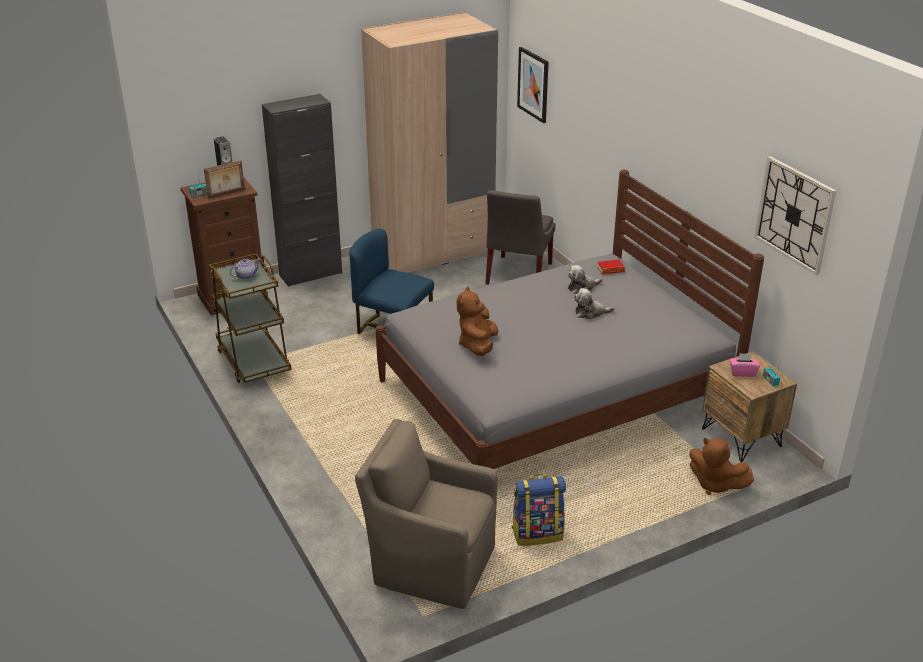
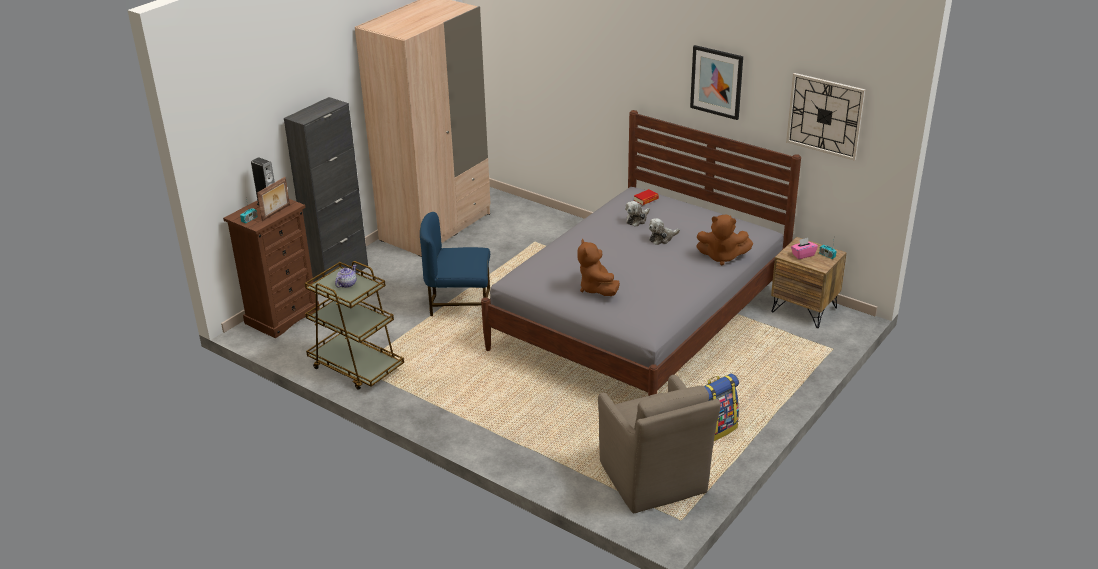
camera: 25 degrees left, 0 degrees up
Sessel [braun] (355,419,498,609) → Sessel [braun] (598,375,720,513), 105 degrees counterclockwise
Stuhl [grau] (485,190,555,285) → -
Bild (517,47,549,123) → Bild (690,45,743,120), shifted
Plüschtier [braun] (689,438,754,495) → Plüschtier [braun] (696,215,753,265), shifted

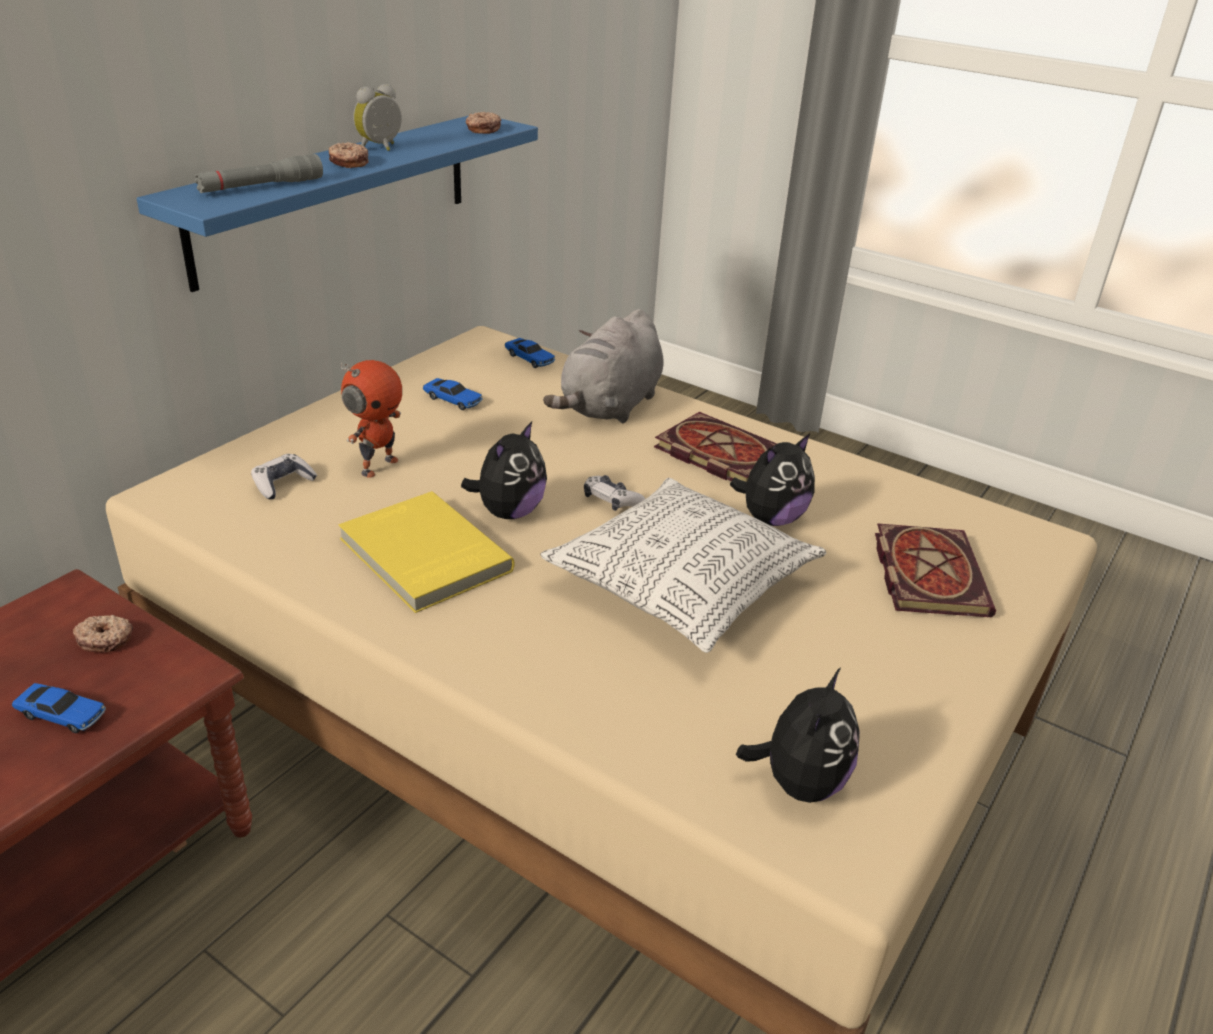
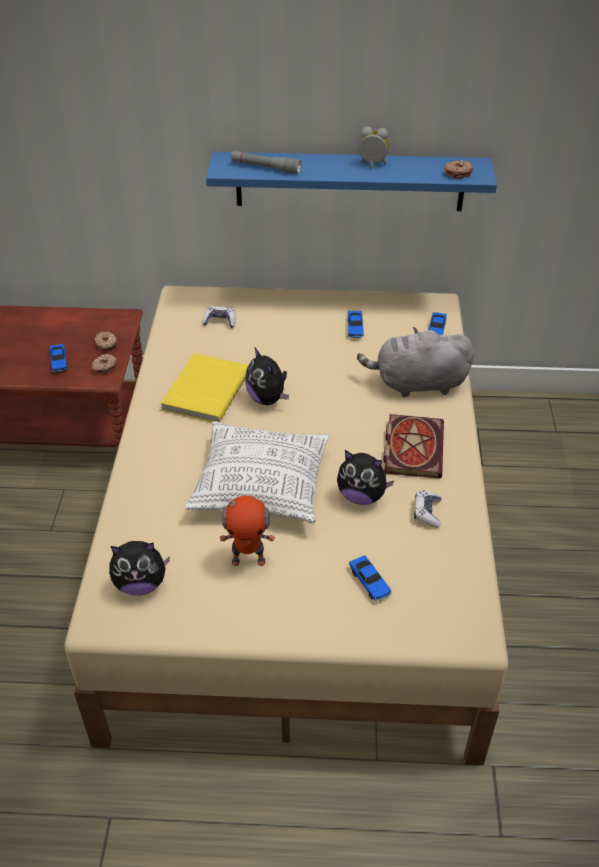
camera: 60 degrees right, 10 degrees up
Donut (329,142,369,168) → Donut (91,354,117,375), shifted
Spielzeugroboter (341,360,402,478) → Spielzeugroboter (220,494,275,566), shifted
Plüschtier (461,421,547,519) → Plüschtier (245,348,289,405), 60 degrees clockwise
Gamepad (584,475,645,511) → Gamepad (414,490,441,528), shifted
Buch (875,523,996,617) → Spielzeugauto (349,555,392,601)

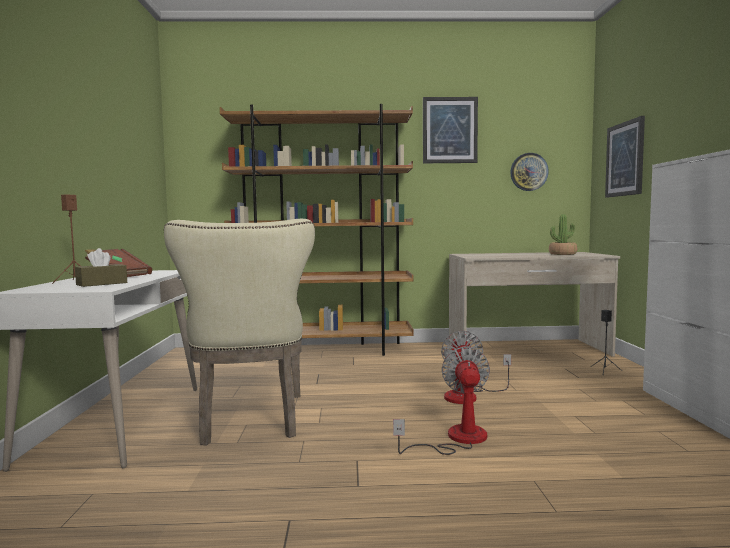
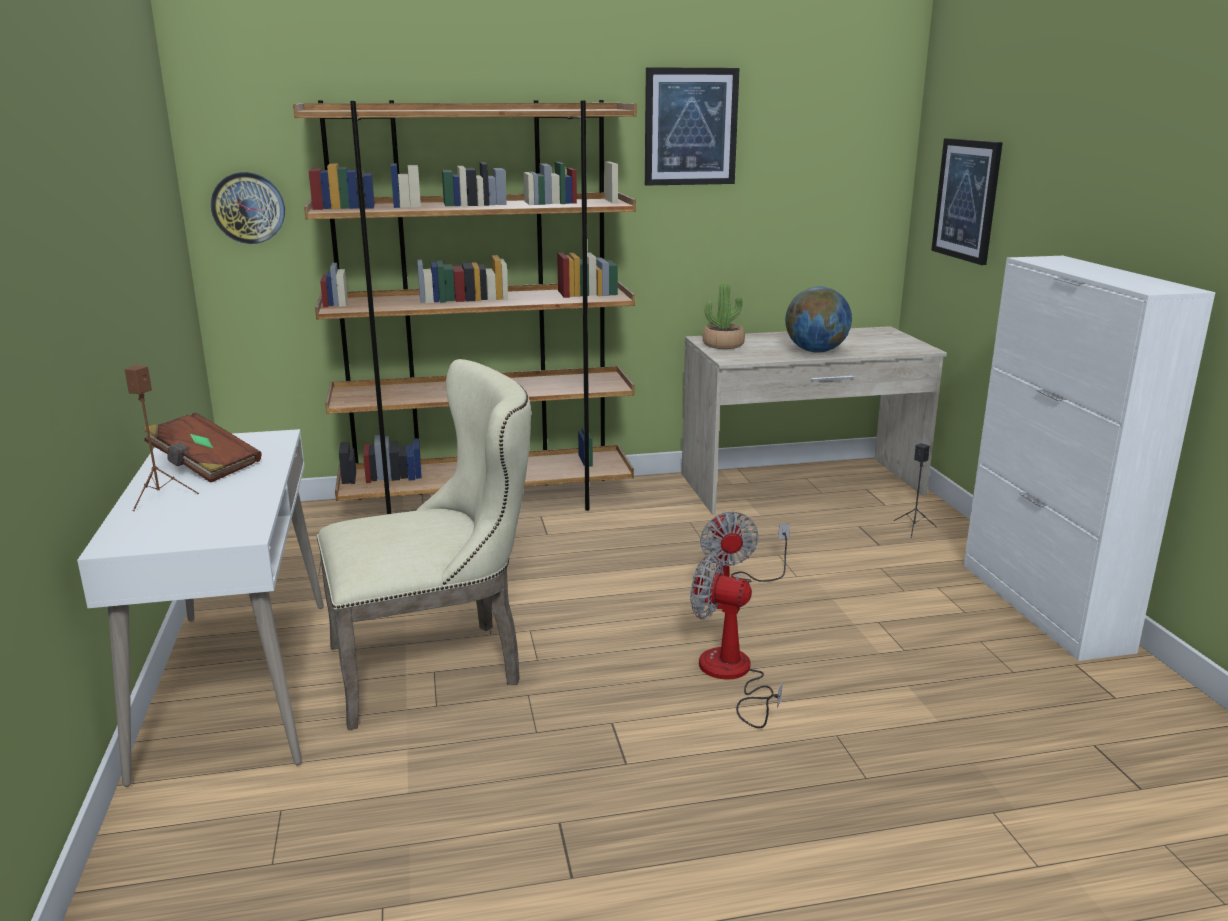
camera: 10 degrees left, 15 degrees up
Taschentuchbox [braun] (75,248,127,287) → -
Stuhl [beige] (164,219,315,446) → Stuhl [beige] (317,359,531,730), 90 degrees counterclockwise
Ventilator (393,347,490,455) → Ventilator (690,555,783,728), 60 degrees counterclockwise
Wanduhr (510,153,549,191) → Wanduhr (211,172,285,244), shifted
Topfpflanze (549,214,577,255) → Topfpflanze (703,282,745,349), shifted
- → Globus (785,286,852,353)

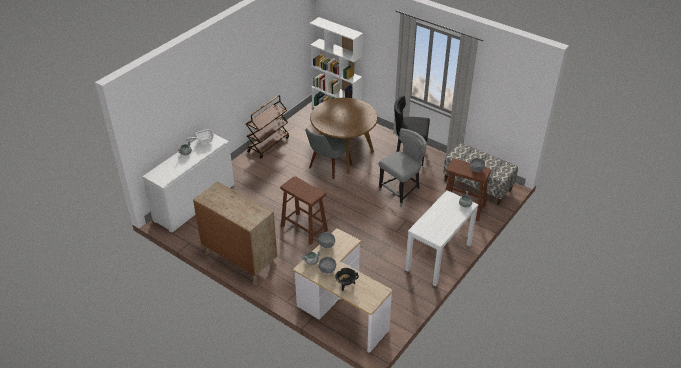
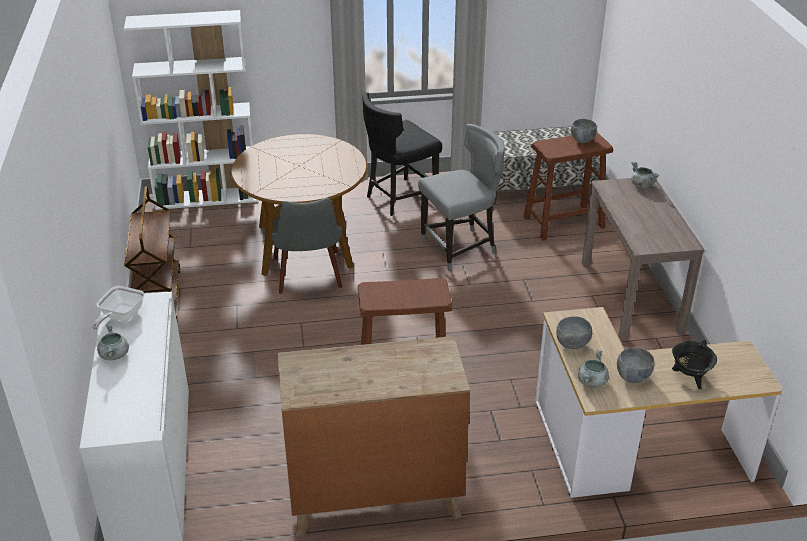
camera: 45 degrees left, 5 degrees down
Stuhl [grau] (379,129,427,207) → Stuhl [grau] (418,124,505,271), 60 degrees clockwise
Konsolentisch [weiß] (405,190,479,286) → Konsolentisch [braun] (582,178,705,341)

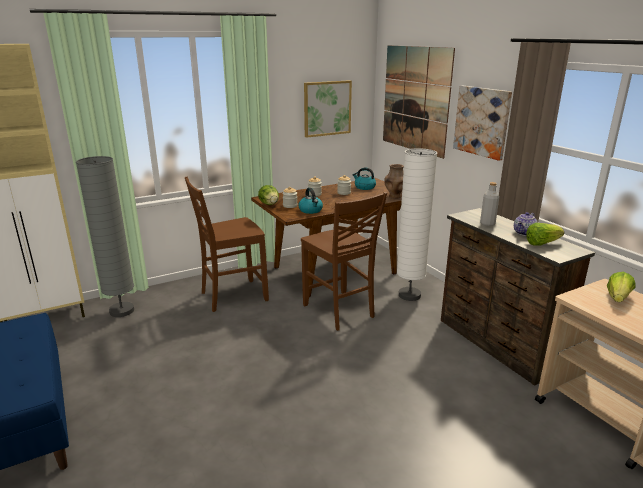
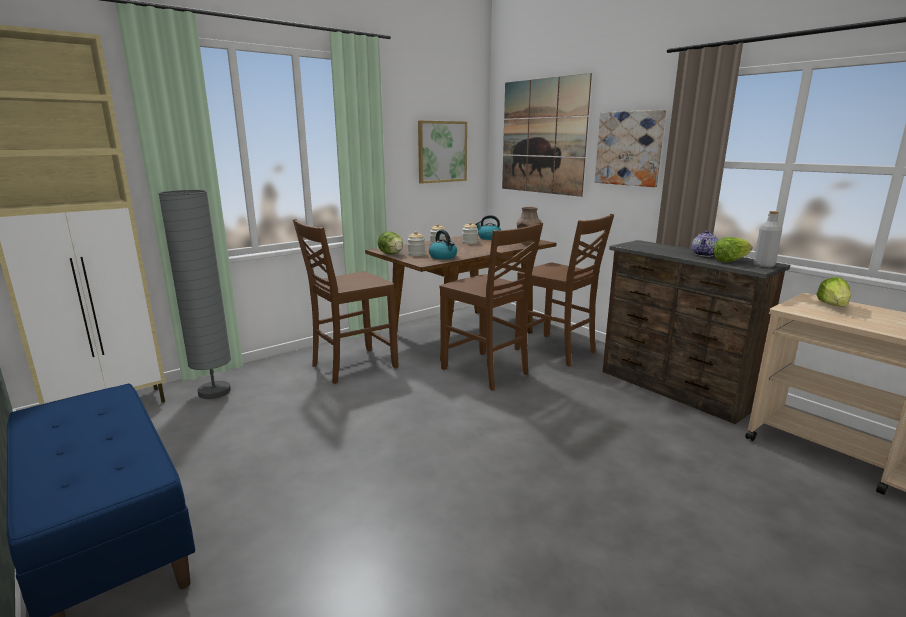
camera: 10 degrees left, 5 degrees down
Stehlampe [weiß] (397,148,437,301) → Stuhl [braun] (515,214,614,367)
Flasche [grau] (480,182,499,226) → Flasche [grau] (754,211,782,267), shifted

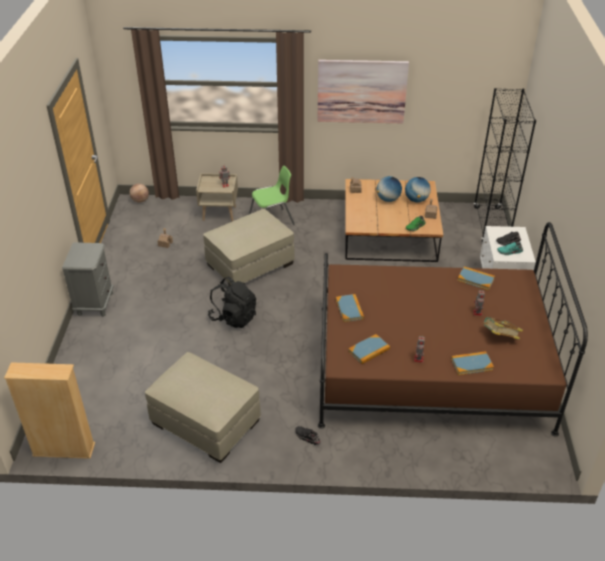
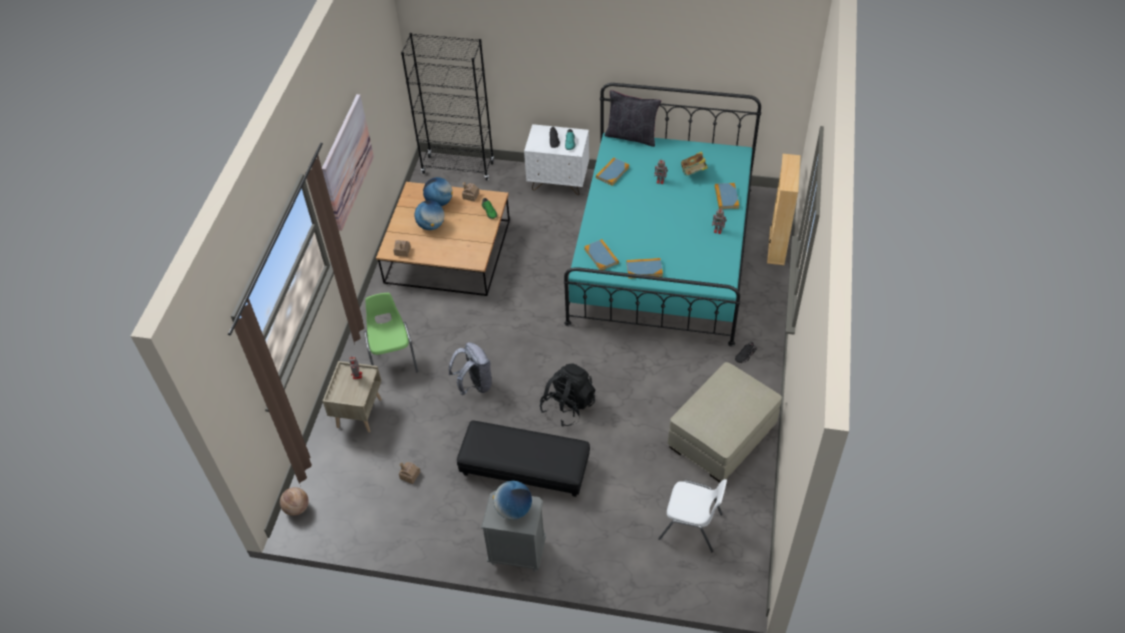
camera: 80 degrees left, 10 degrees up
Bücherregal [beige] (4,362,95,459) → Bücherregal [beige] (767,154,801,265), shifted
Polsterhocker [beige] (203,209,295,286) → Rucksack [grau] (449,342,492,396)
Bett [braun] (318,222,588,437) → Bett [türkis] (564,83,761,347)
Buch (348,334,390,364) → Buch (584,239,619,270), shifted
- → Polsterhocker [schwarz] (457,420,590,497)
- → Globus (493,481,532,520)
- → Kissen [schwarz] (604,90,661,147)
- → Stuhl [weiß] (658,479,727,552)

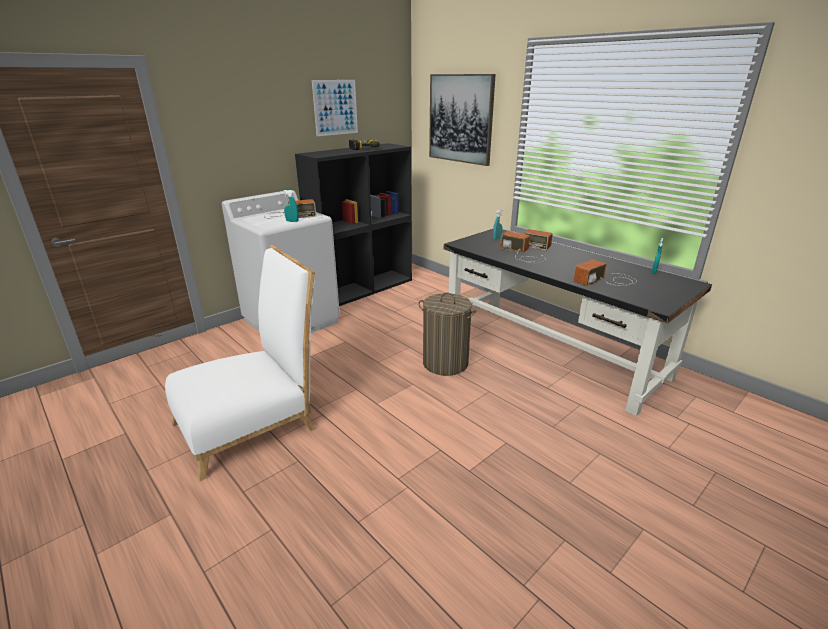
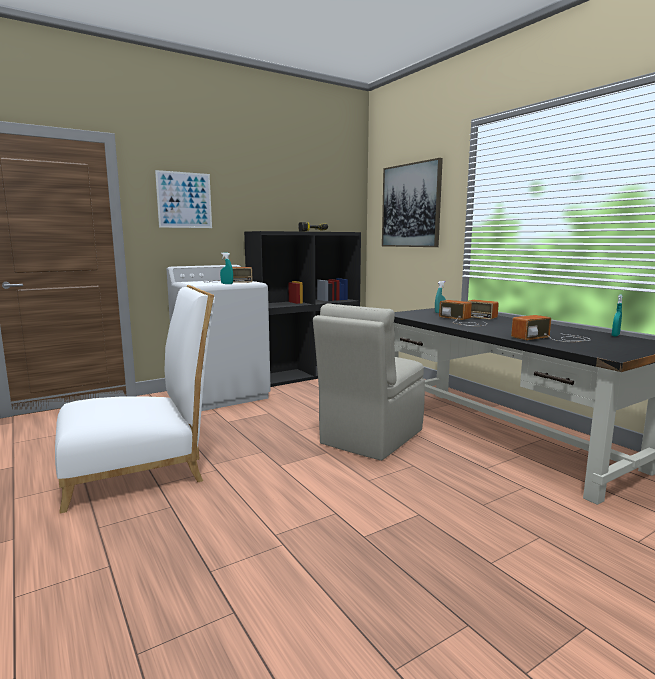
camera: 10 degrees right, 15 degrees down
Bild (312,80,358,136) → Bild (155,170,212,228), shifted
Wäschekorb (418,293,477,376) → Stuhl [beige] (313,303,425,461)

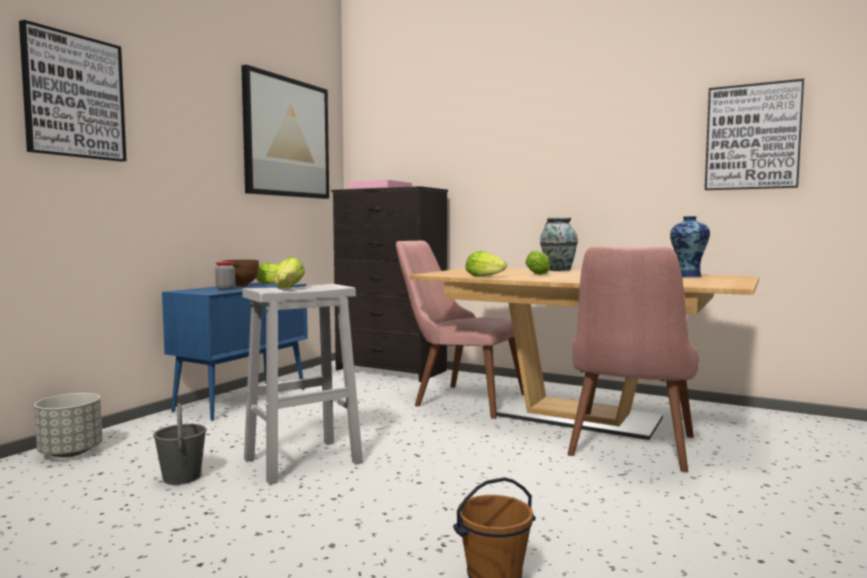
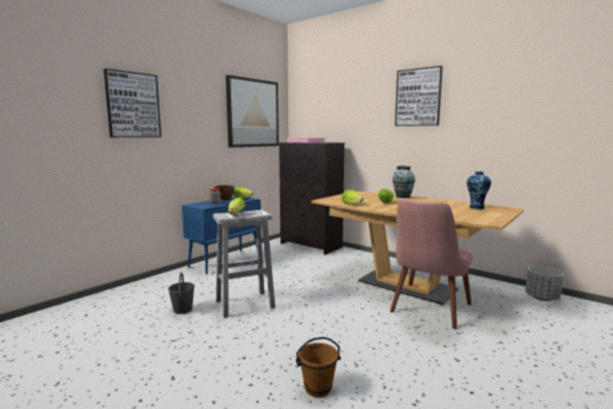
camera: 10 degrees right, 5 degrees up
Pflanzkübel [grau] (34,393,103,457) → Pflanzkübel [grau] (525,266,564,301), shifted
Stuhl [rosa] (396,241,524,419) → -
Bild (705,78,804,190) → Bild (395,66,443,126), shifted

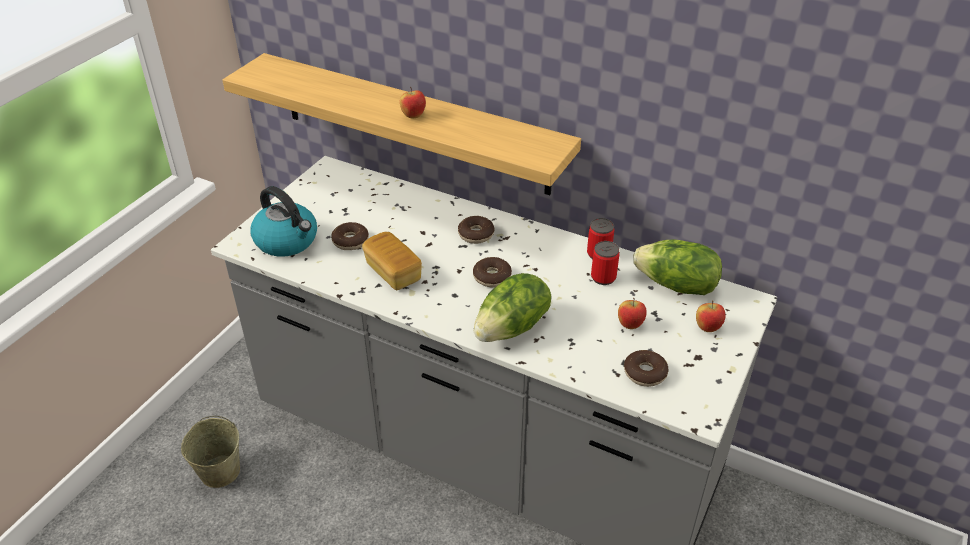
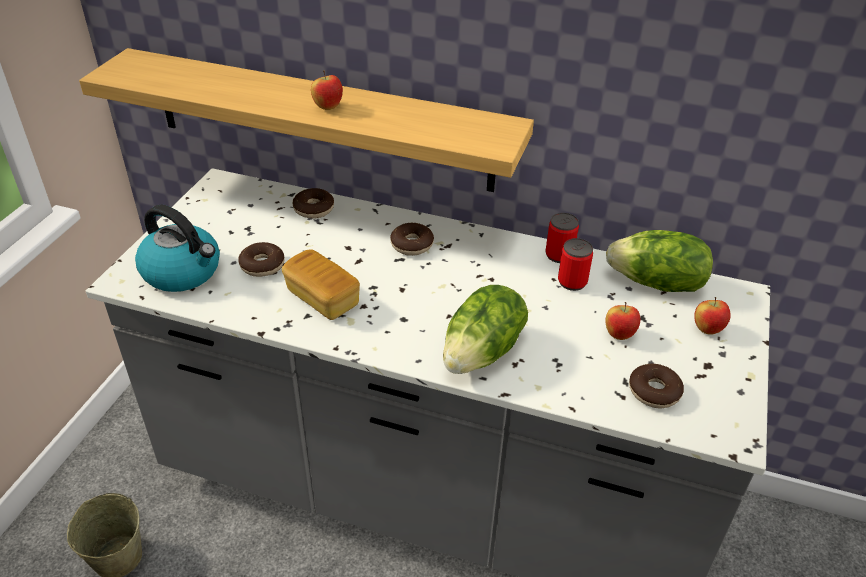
camera: 10 degrees left, 0 degrees up
Donut (473,257,512,288) → Donut (293,188,334,219), shifted

